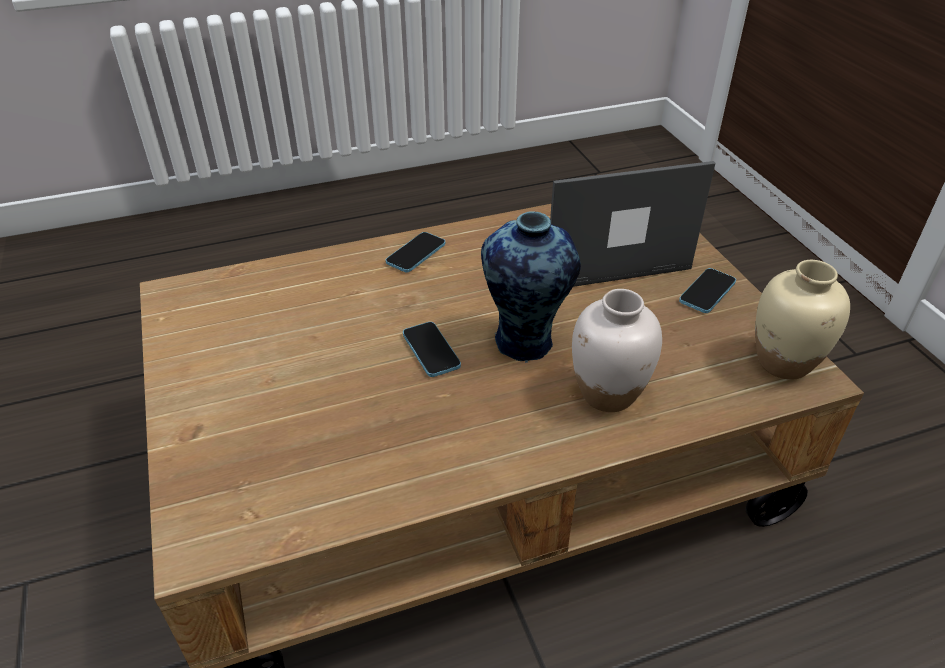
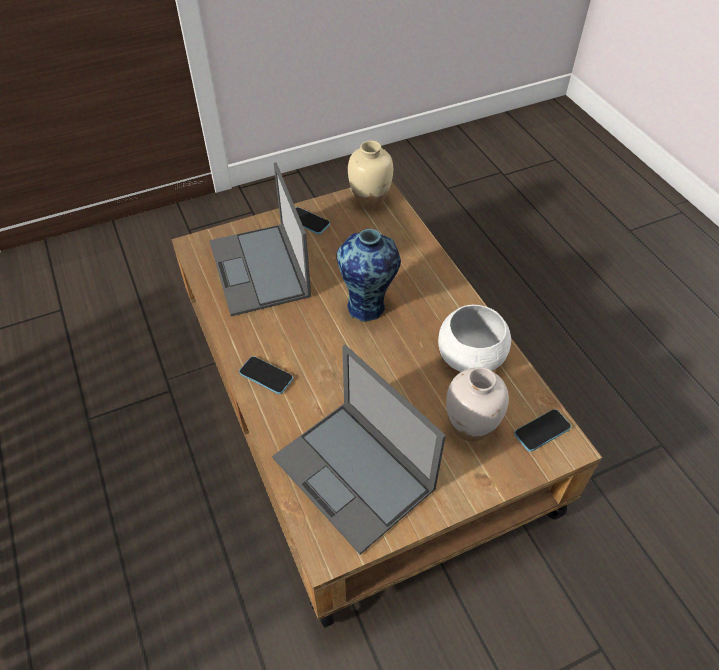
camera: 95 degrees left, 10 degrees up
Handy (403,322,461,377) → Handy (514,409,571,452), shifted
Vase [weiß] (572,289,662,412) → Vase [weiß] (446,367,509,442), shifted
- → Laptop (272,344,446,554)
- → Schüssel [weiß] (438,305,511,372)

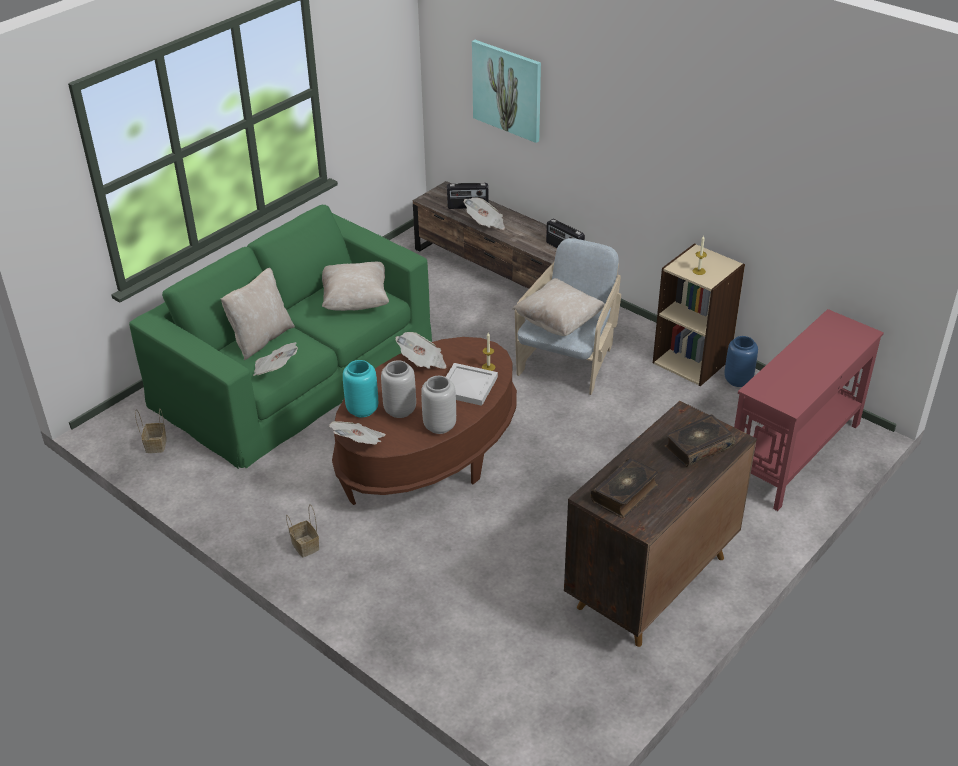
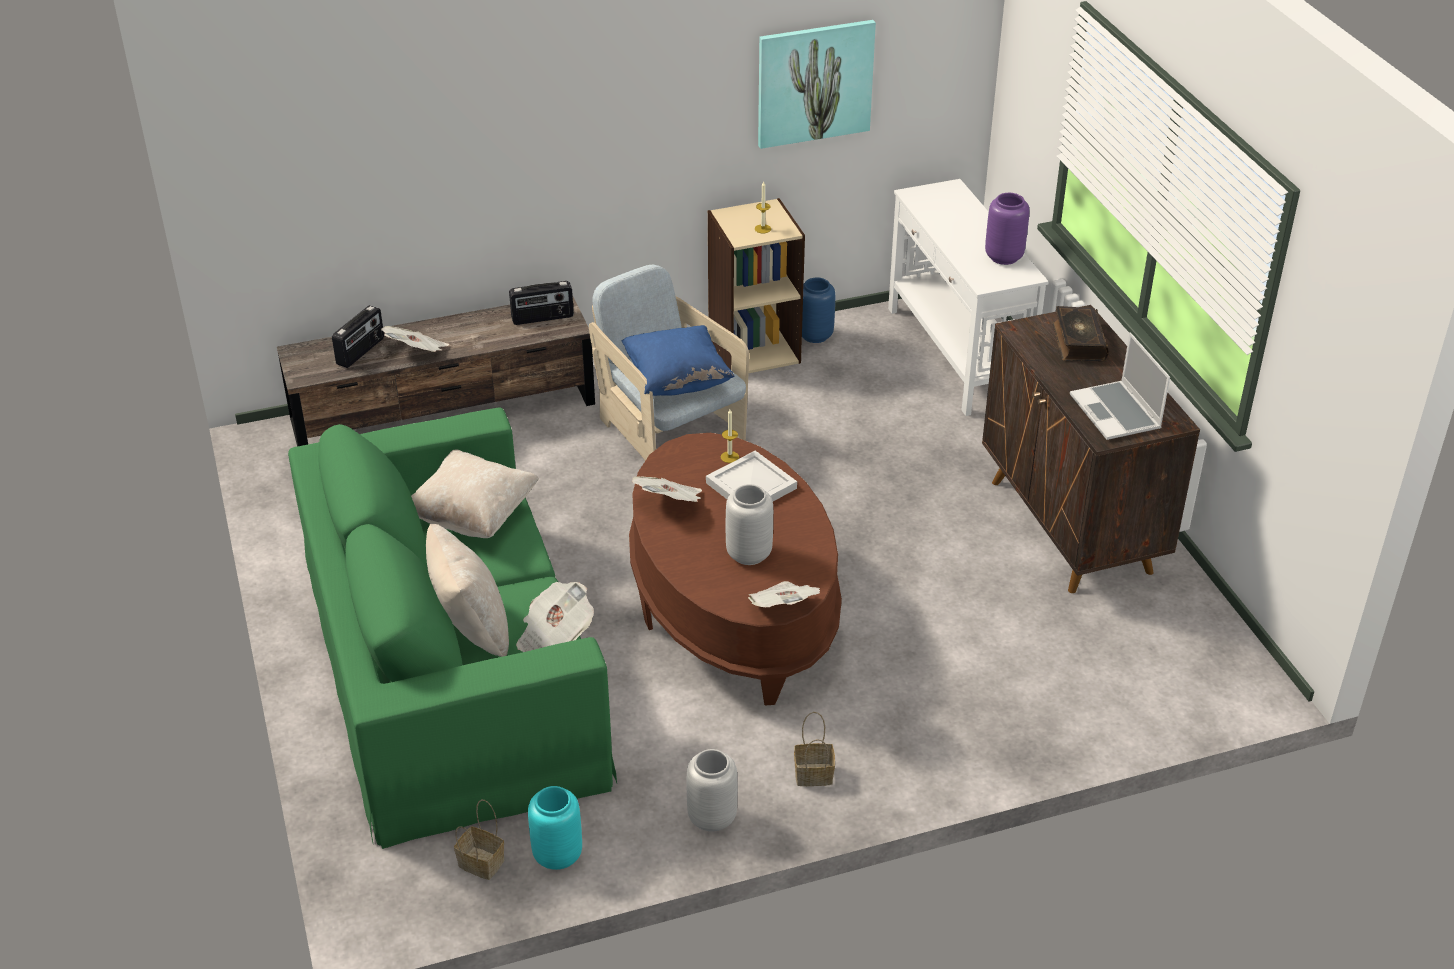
camera: 60 degrees left, 0 degrees up
Vase [türkis] (343,360,378,418) → Vase [türkis] (528,786,582,870), shifted
Vase [grau] (421,376,456,434) → Vase [grau] (687,749,737,832), shifted
Bild (472,40,541,143) → Bild (758,20,876,149), shifted
Kissen [beige] (512,278,605,336) → Kissen [blau] (622,325,735,396)
Buch (591,458,659,518) → Laptop (1070,333,1170,440)
Konsolentisch [rot] (734,309,884,511) → Konsolentisch [weiß] (888,179,1049,416)
- → Vase [lila] (985,193,1030,265)

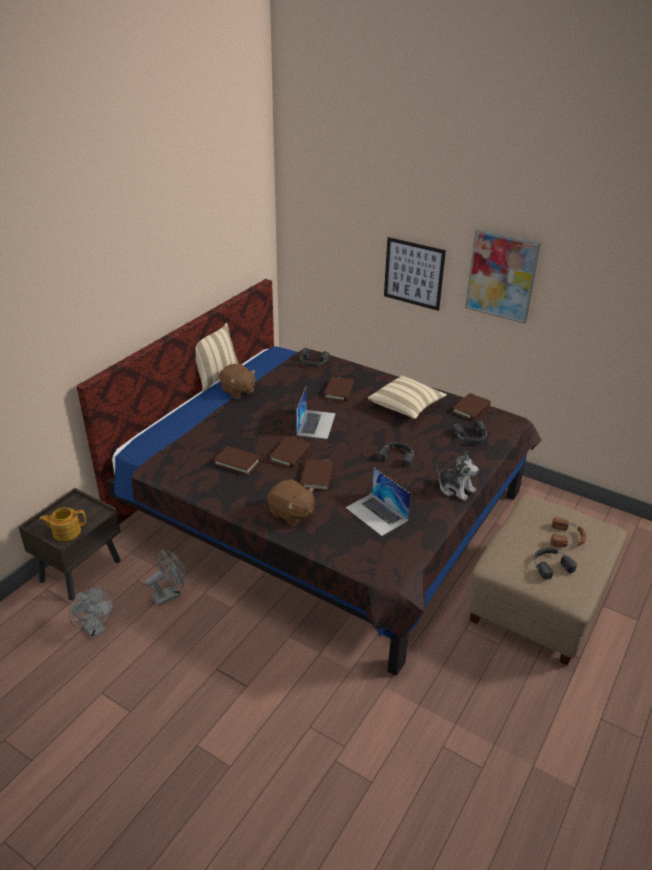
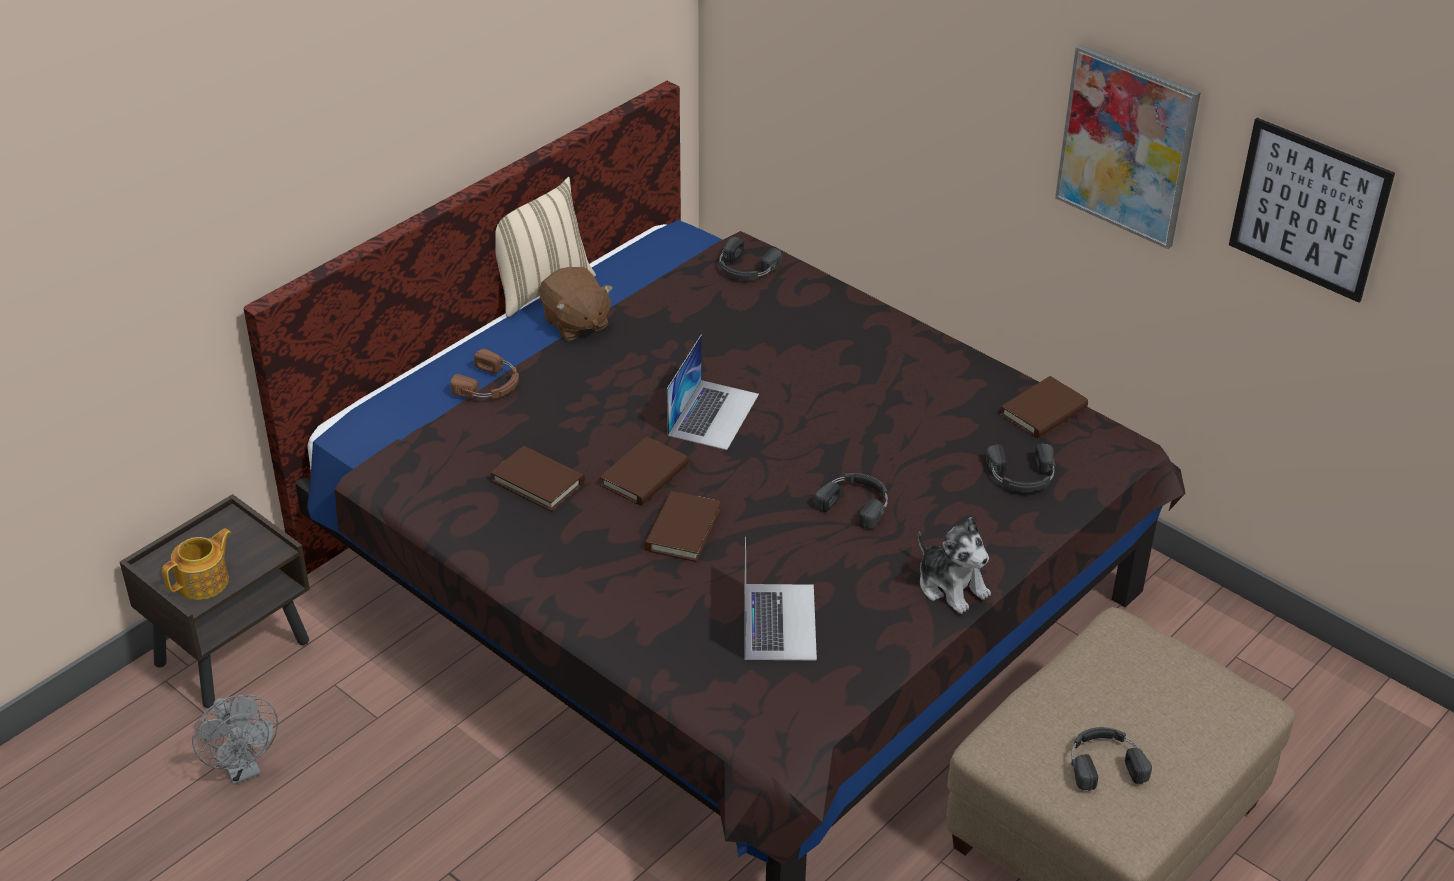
camera: 10 degrees right, 5 degrees up
Teekanne (39,508,86,541) → Teekanne (162,528,231,600), 135 degrees clockwise
Ventilator [grau] (145,550,186,606) → -
Plüschtier [braun] (267,479,314,526) → -
Buch [braun] (324,377,354,401) → -
Laptop (346,467,411,536) → Laptop (744,537,817,660), 150 degrees counterclockwise
Kissen [beige] (368,375,447,419) → -
Bild (384,237,446,311) → Bild (1229,118,1395,303), shifted
Kopfhörer [braun] (551,517,586,547) → Kopfhörer [braun] (450,349,519,399), shifted

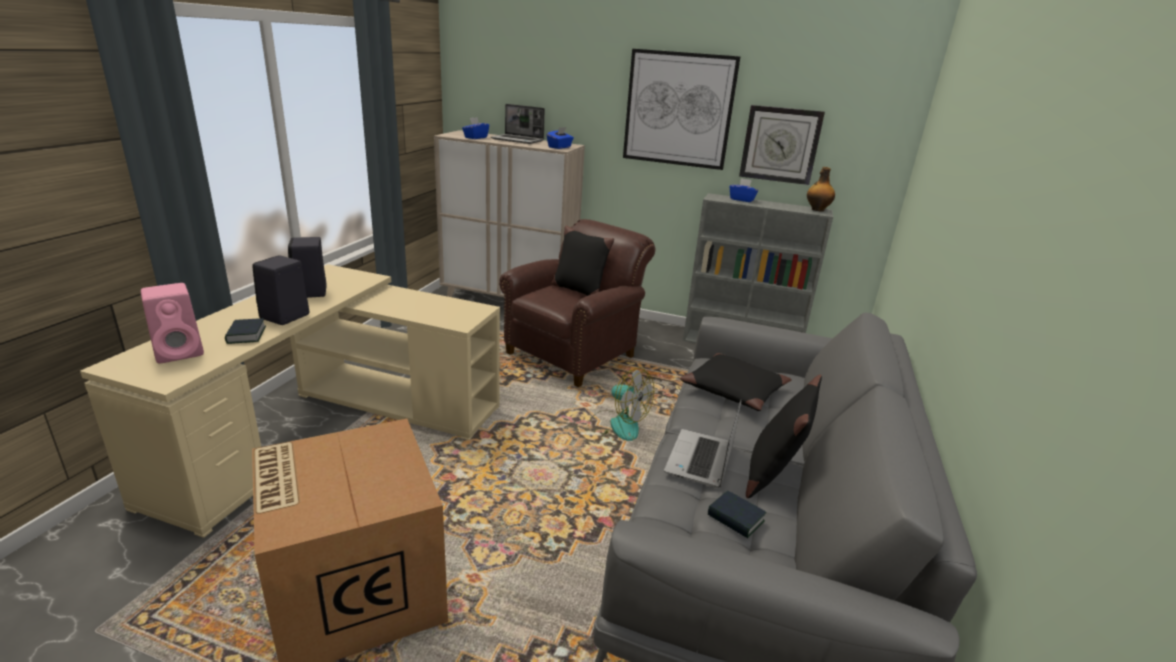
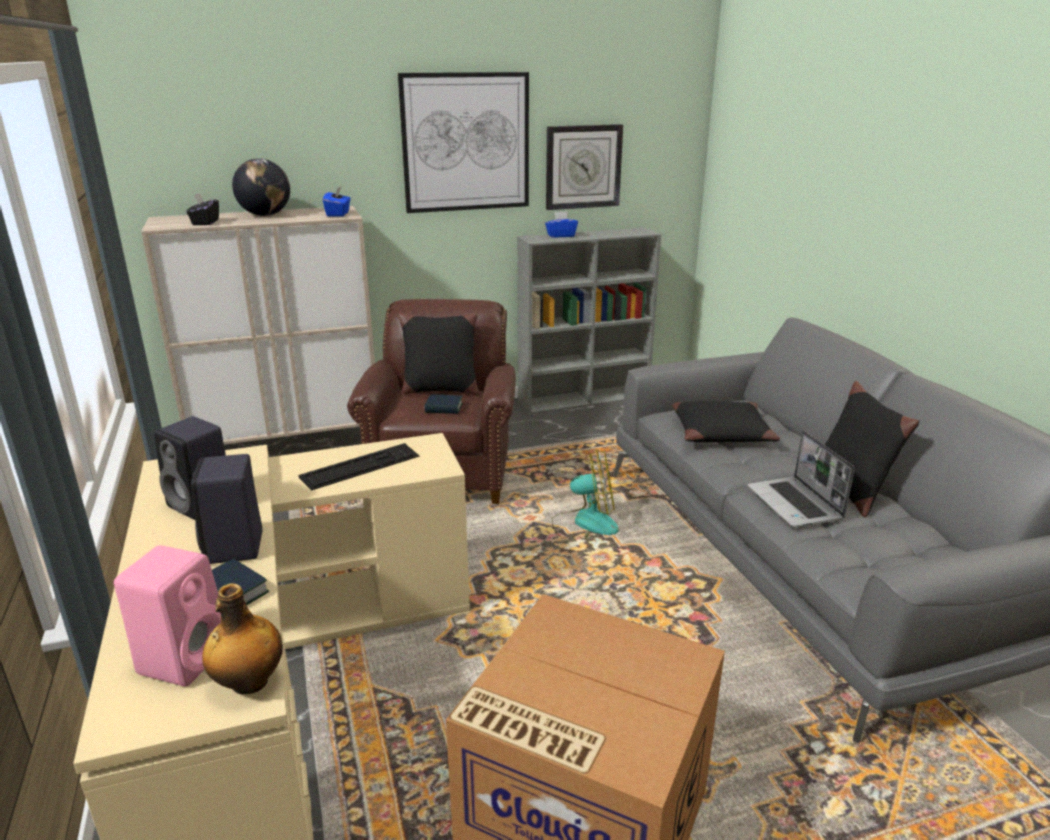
camera: 35 degrees left, 0 degrees up
Taschentuchbox [blau] (462,117,489,139) → Taschentuchbox [schwarz] (186,192,219,225)
Laptop (490,104,545,144) → Globus (232,159,290,216)
Buch (708,491,767,538) → Buch (425,394,463,414), shifted
Flasche (807,167,835,211) → Flasche (202,583,283,694), shifted
- → Tastatur (299,443,420,491)

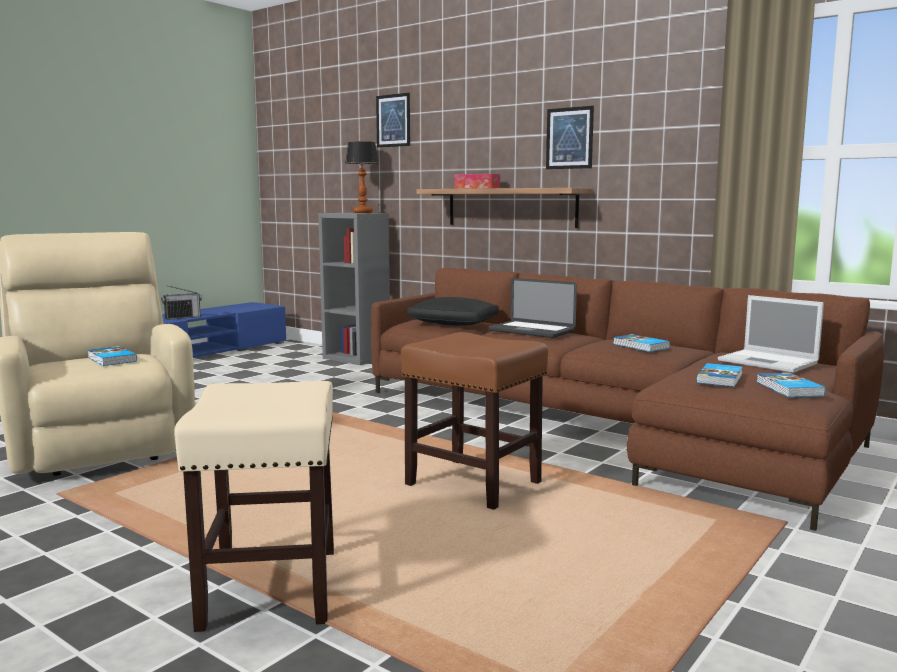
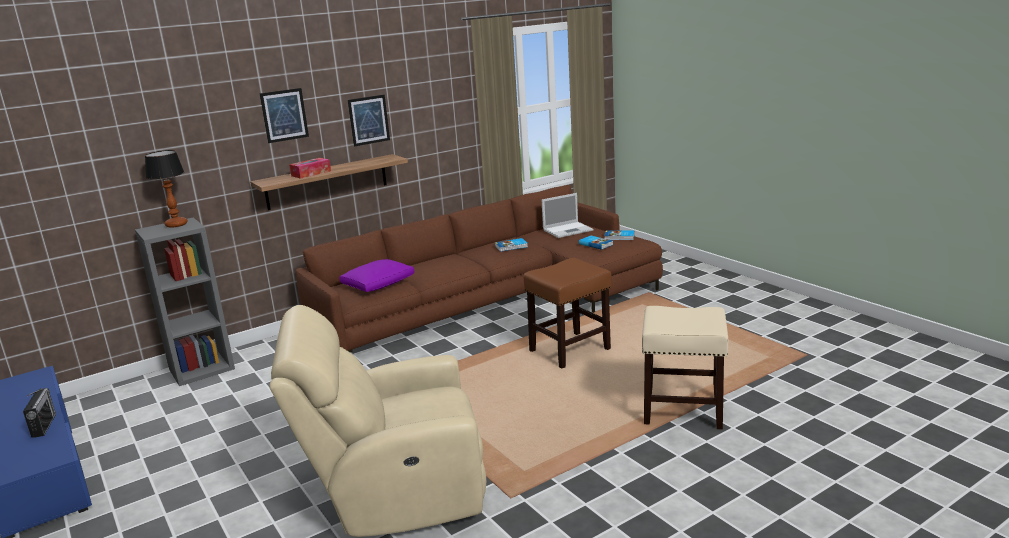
camera: 70 degrees left, 10 degrees up
Buch (87,346,137,366) → -
Bild (376,93,410,148) → Bild (260,88,309,143), shifted
Kissen [schwarz] (408,297,499,325) → Kissen [lila] (339,259,414,292)
Laptop (489,278,577,338) → -

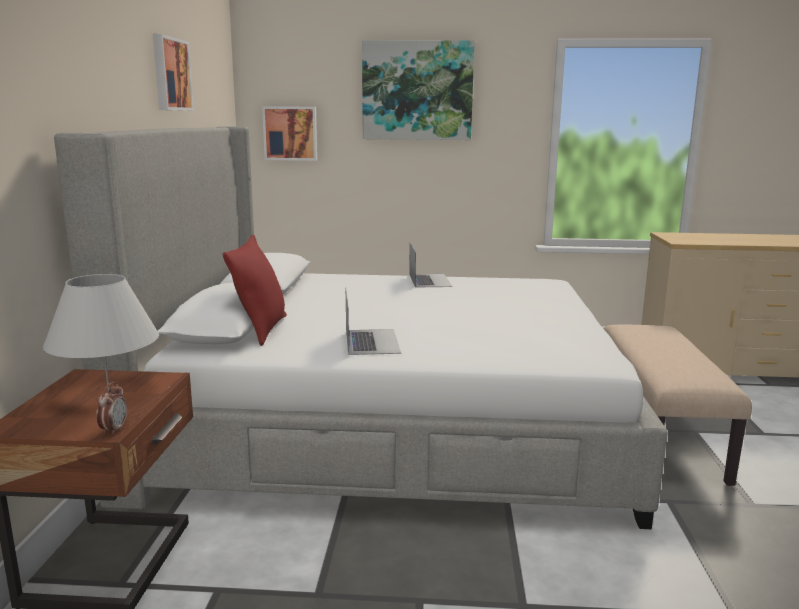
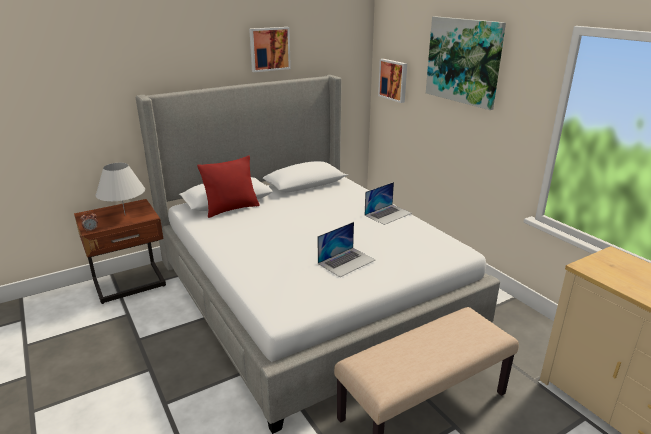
camera: 55 degrees right, 10 degrees up
Laptop (346,291,401,355) → Laptop (318,222,375,277), shifted

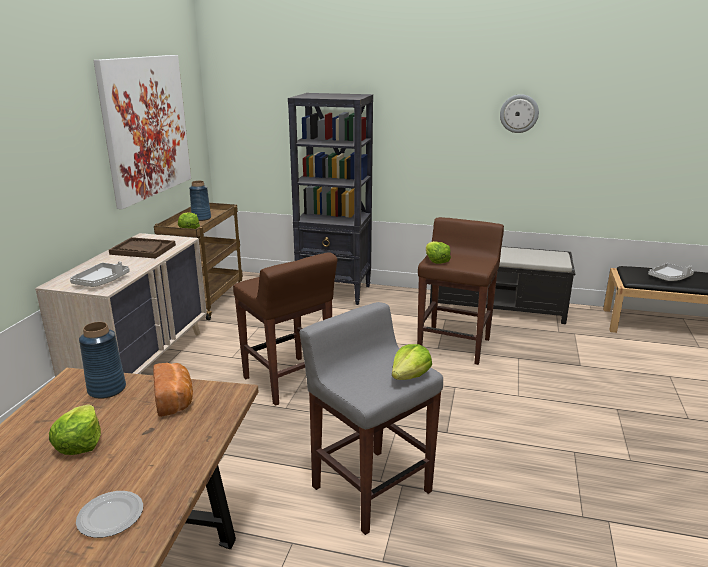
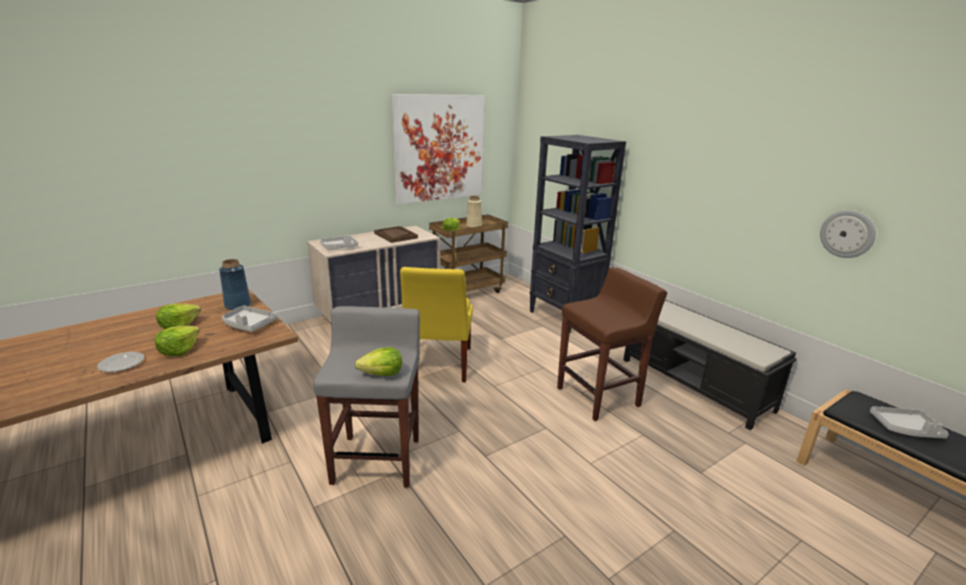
camera: 40 degrees right, 0 degrees up
Brot (153,363,193,417) → Tablett [grau] (222,305,277,332)
Vase [blau] (189,181,211,221) → Vase [beige] (466,196,482,228)
Hocker [braun] (233,252,337,406) → Stuhl [gelb] (400,267,473,382)
Salatkopf (426,241,451,264) → Salatkopf (155,326,200,356), shifted
Wanduhr (500,94,539,133) → Wanduhr (820,210,876,258), shifted

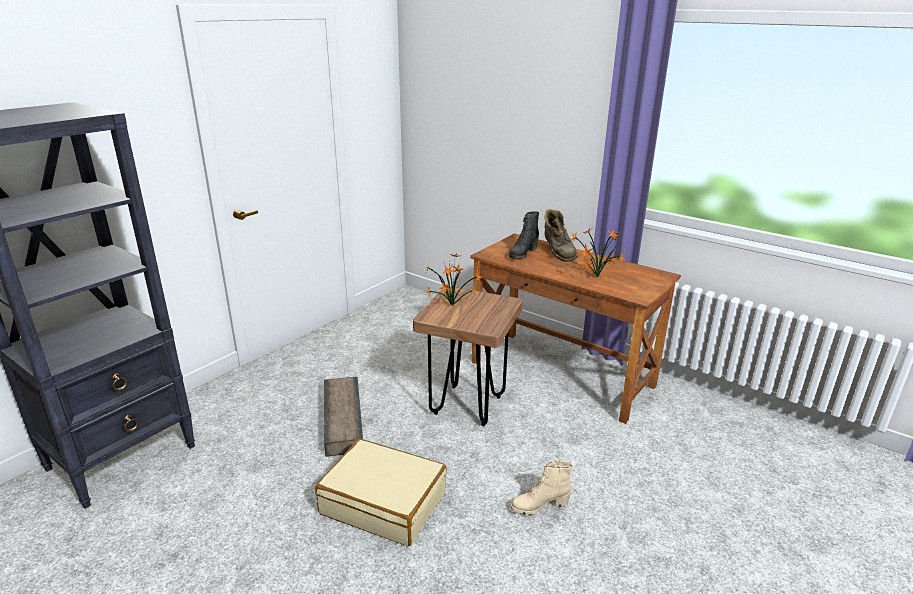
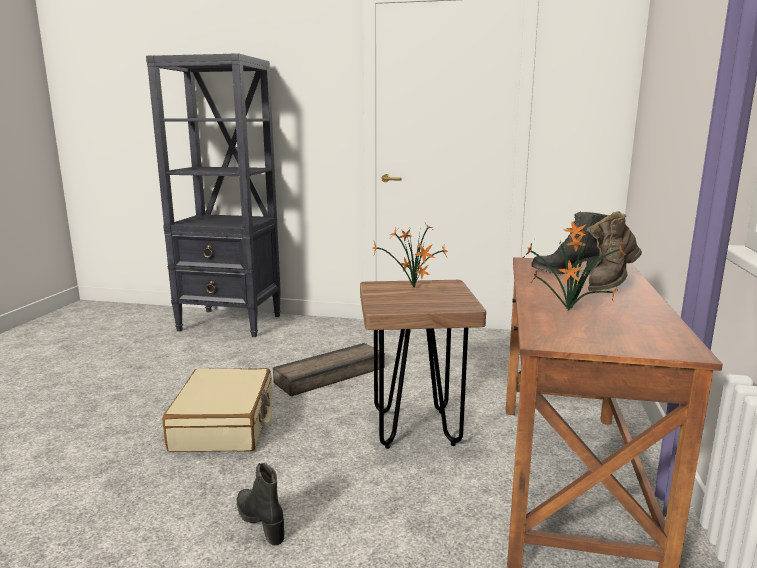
camera: 65 degrees right, 10 degrees down
Stiefel [beige] (511,461,573,515) → Stiefel [schwarz] (237,463,284,545)

